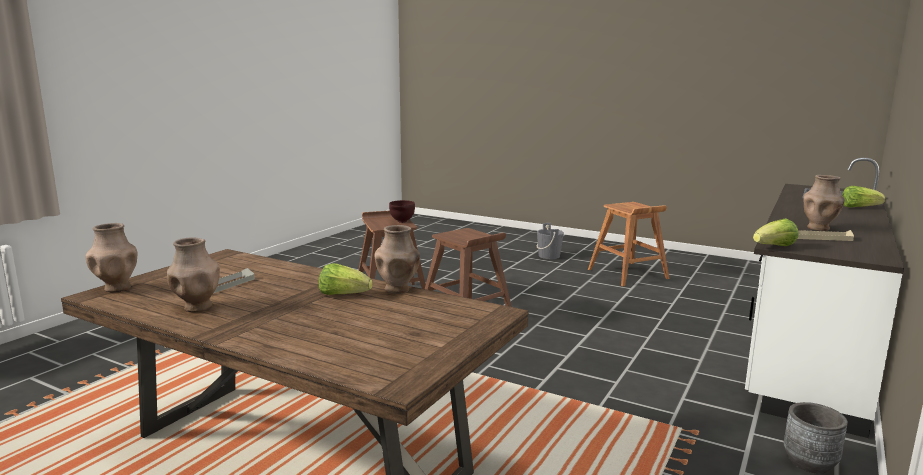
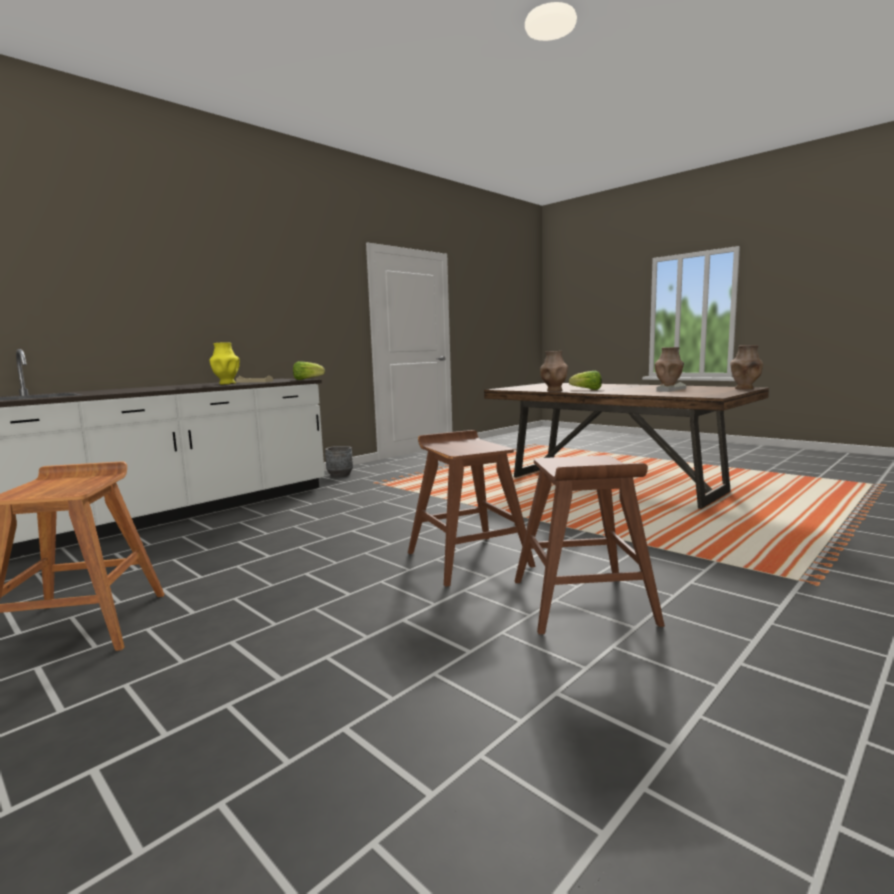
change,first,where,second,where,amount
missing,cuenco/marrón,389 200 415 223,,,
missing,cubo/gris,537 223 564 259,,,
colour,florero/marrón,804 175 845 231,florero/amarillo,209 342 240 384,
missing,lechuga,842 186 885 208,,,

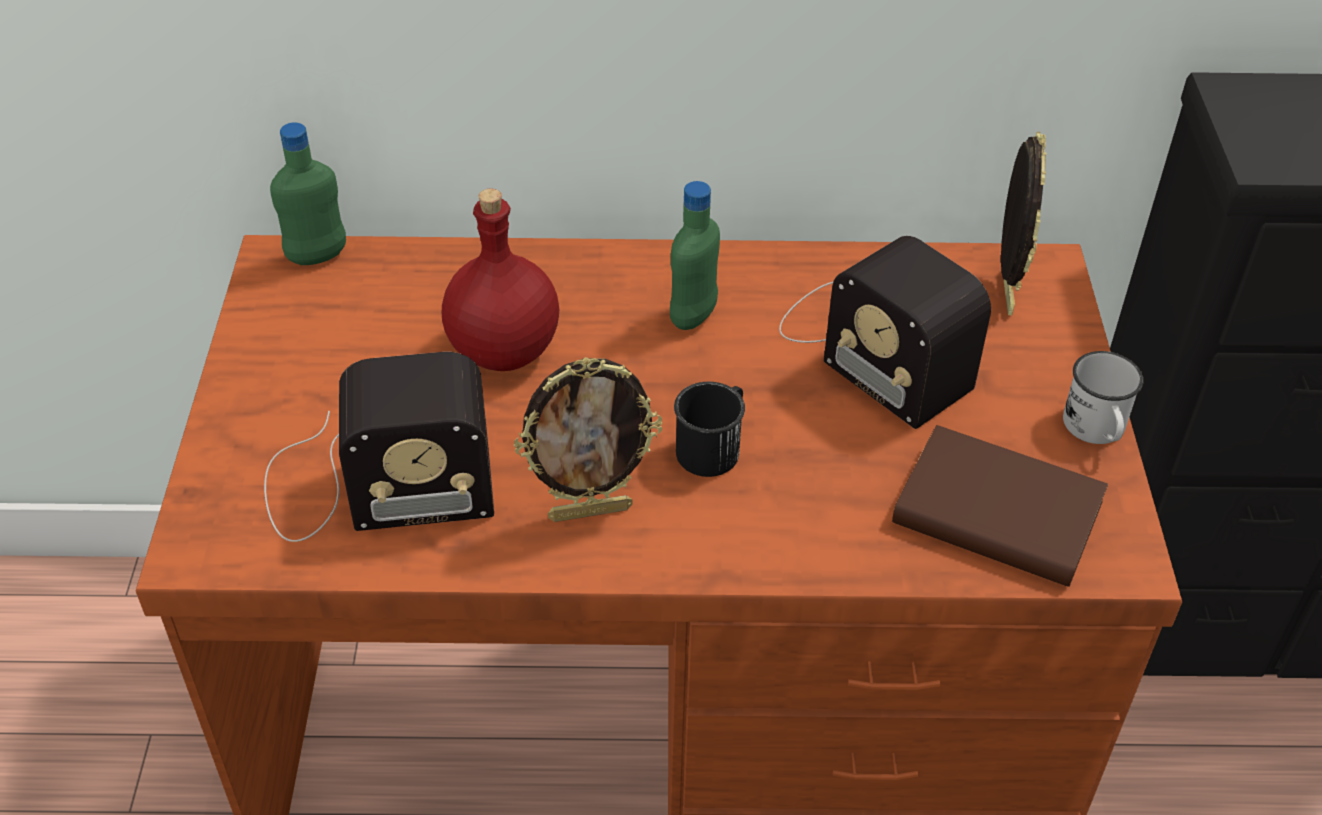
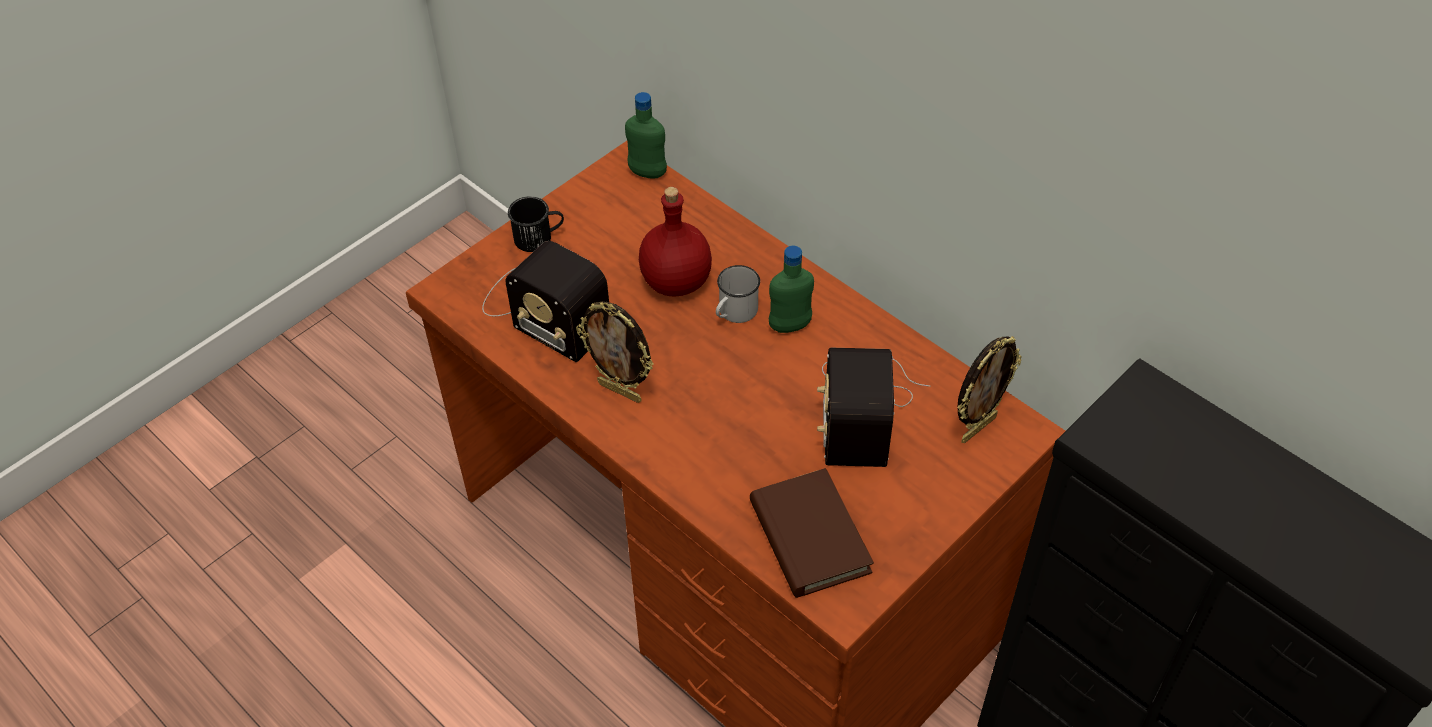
change,first,where,second,where,amount
relocated,taza grande/negro,674 382 745 477,,508 196 564 252,
relocated,taza grande/blanco,1063 351 1143 444,,716 265 760 323,

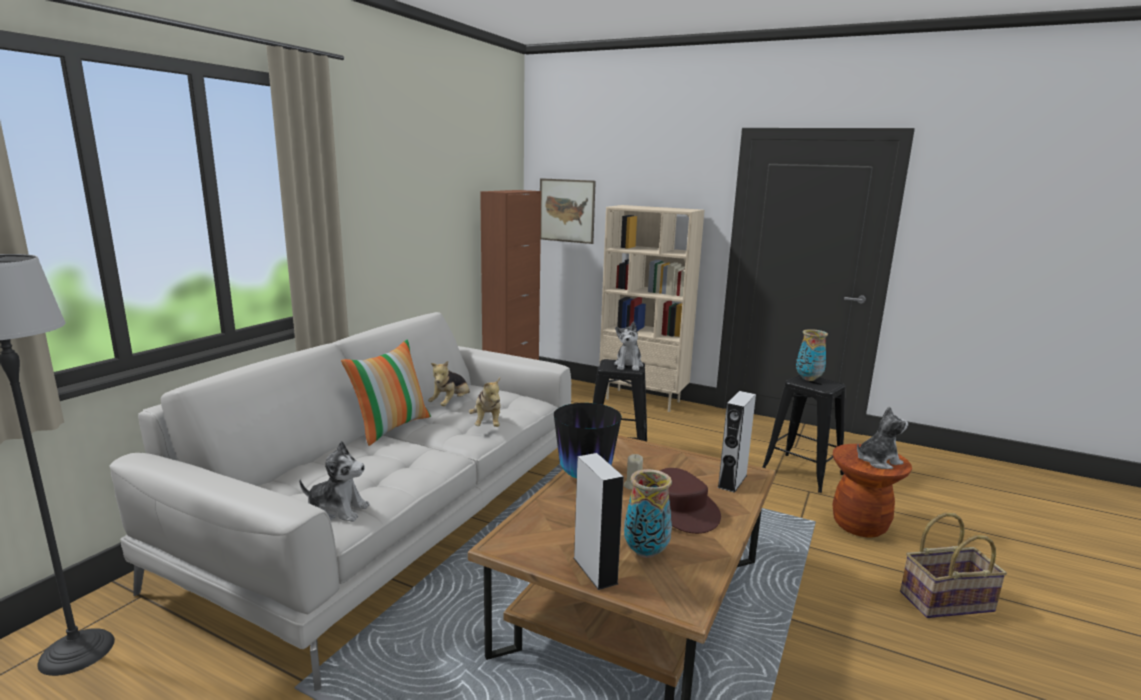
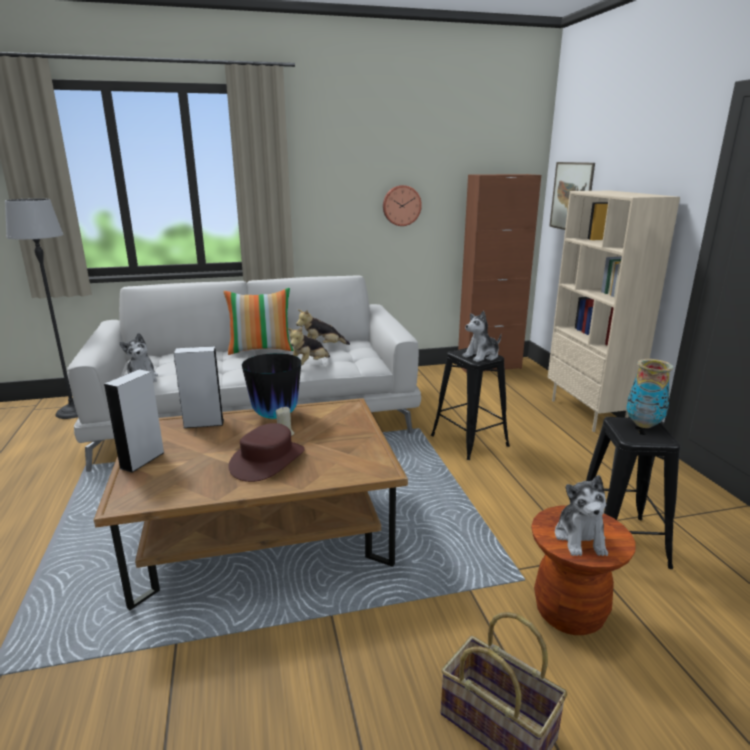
change,first,where,second,where,amount
missing,florero,624 469 672 558,,,
relocated,altavoz/gris,718 391 756 493,,174 346 224 428,
spun,peluche,857 406 908 469,,555 475 608 556,60 degrees clockwise
appeared,,,reloj de pared,383 185 422 226,

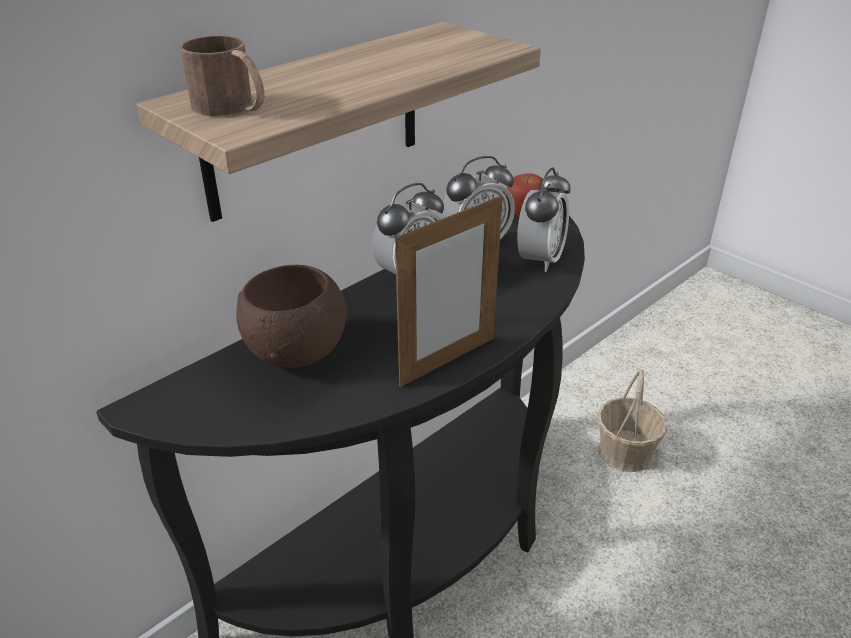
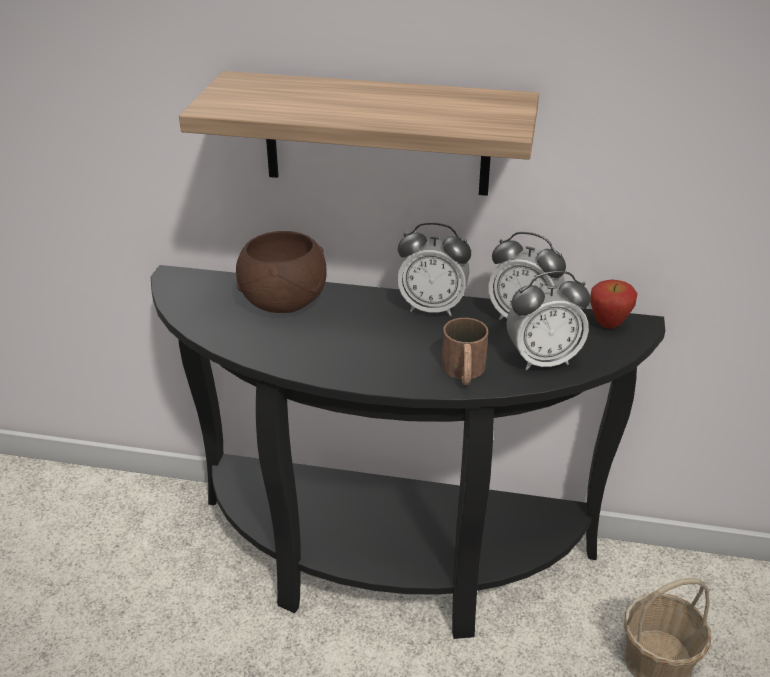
change,first,where,second,where,amount
relocated,taza grande/marrón,180 36 265 116,,442 318 488 385,
missing,portarretratos,395 195 503 387,,,

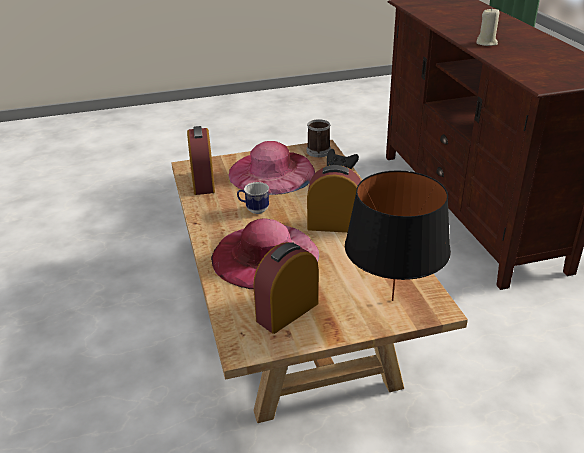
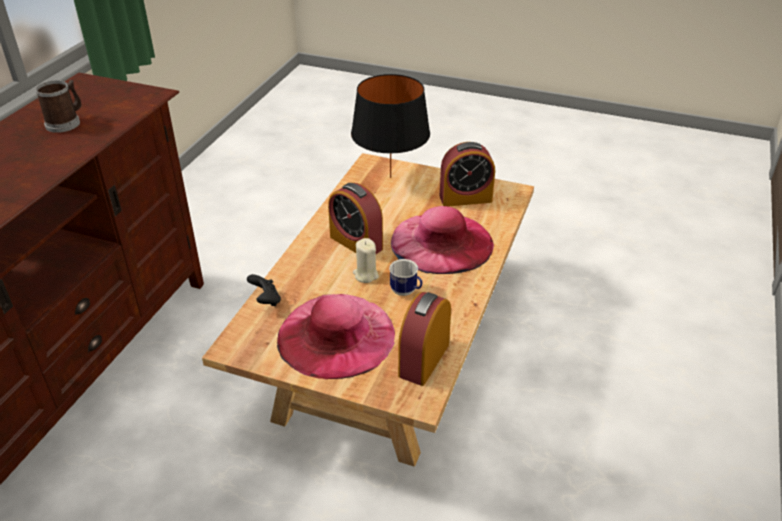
change,first,where,second,where,amount
relocated,taza grande,306 119 331 157,,35 80 81 133,
relocated,vela/beis,476 8 499 46,,353 238 379 283,

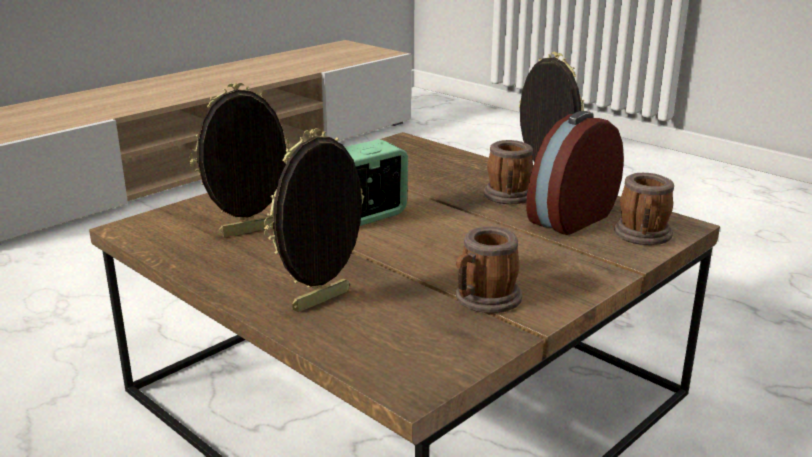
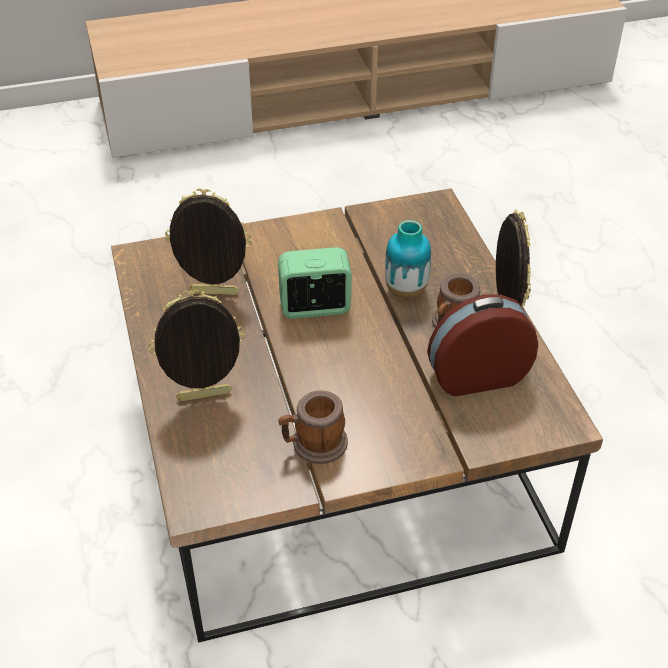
change,first,where,second,where,amount
missing,taza grande,614 173 674 245,,,
appeared,,,florero,385 220 431 298,

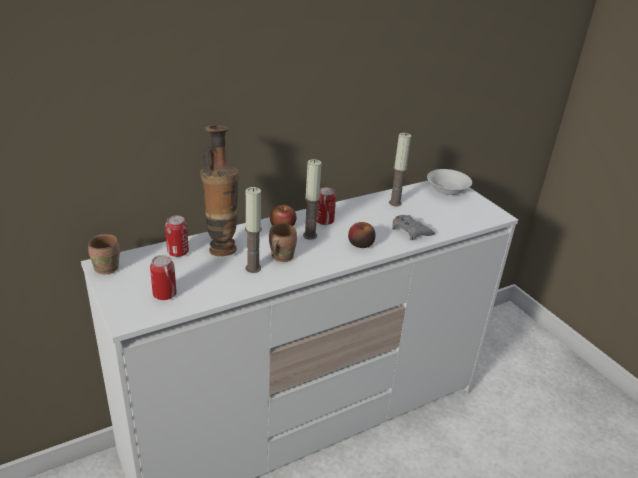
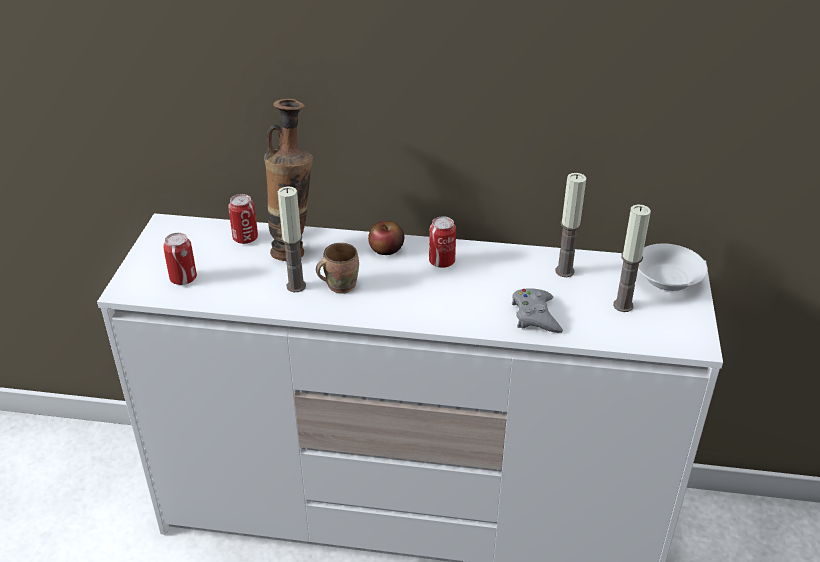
change,first,where,second,where,amount
missing,taza grande/marrón,88 234 120 274,,,
relocated,vela,303 159 322 240,,613 204 651 312,
missing,manzana,348 222 375 248,,,

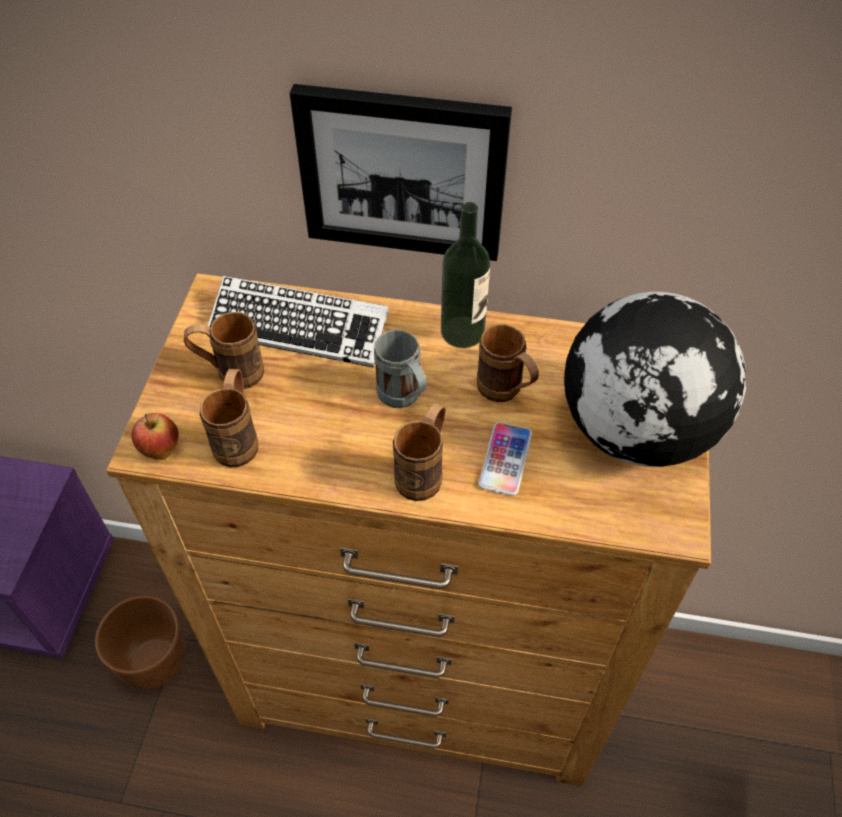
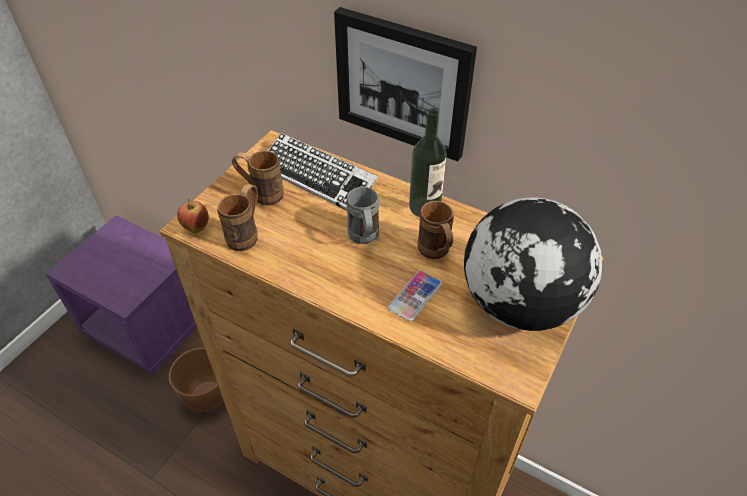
change,first,where,second,where,amount
missing,taza grande/marrón,393 403 446 501,,,

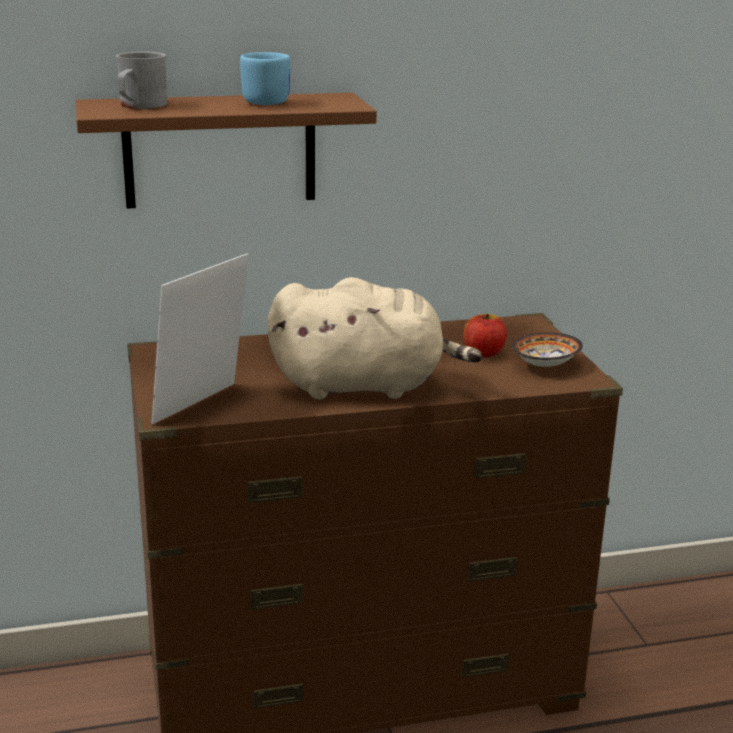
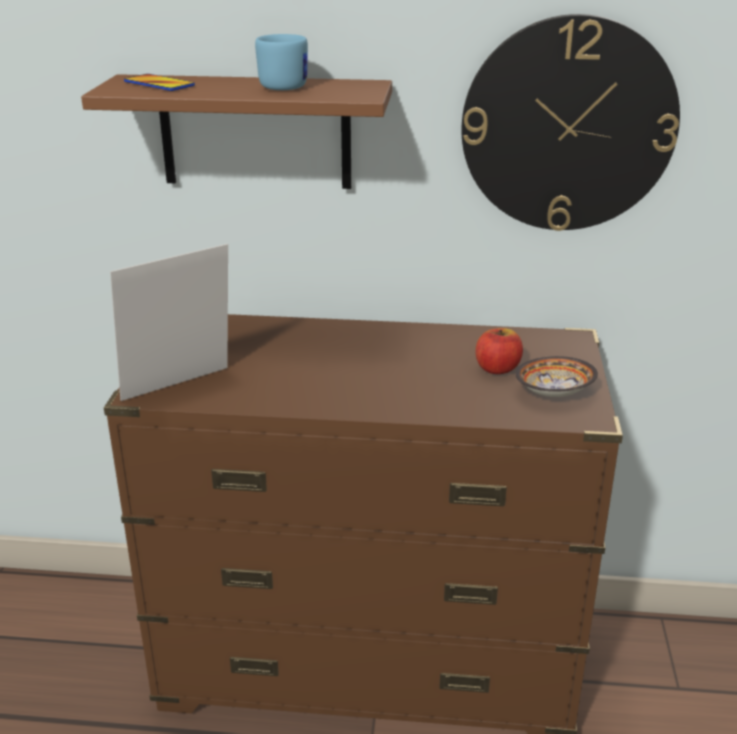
change,first,where,second,where,amount
exchanged,taza grande/gris,116 52 168 109,móvil,124 74 195 91,
missing,peluche/beis,267 277 483 400,,,
appeared,,,reloj de pared,462 14 680 231,

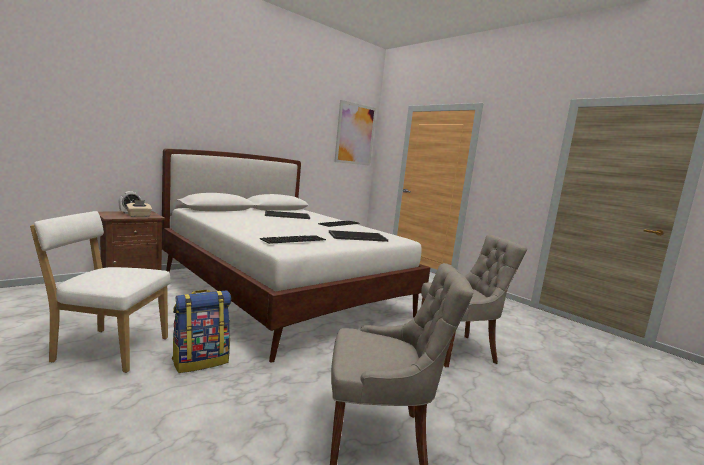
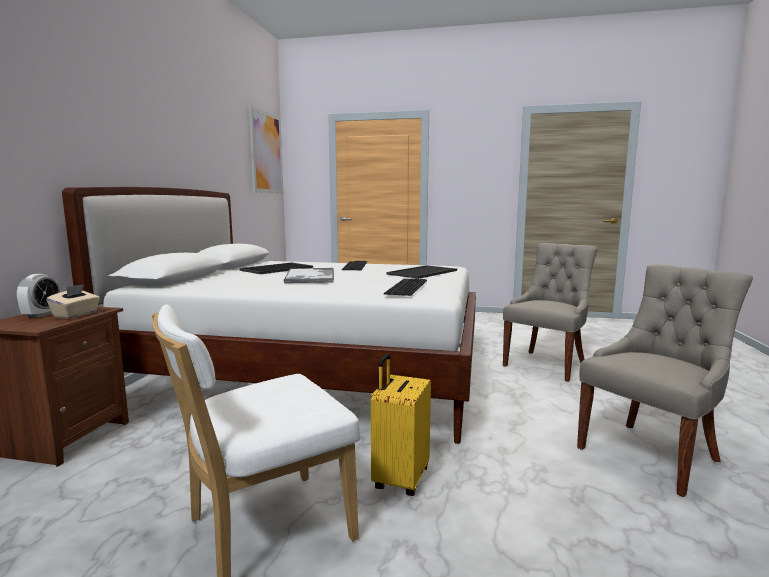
change,first,where,second,where,amount
exchanged,mochila,172 290 231 373,maleta/amarillo,371 353 431 496,
appeared,,,bandeja,284 268 334 283,

